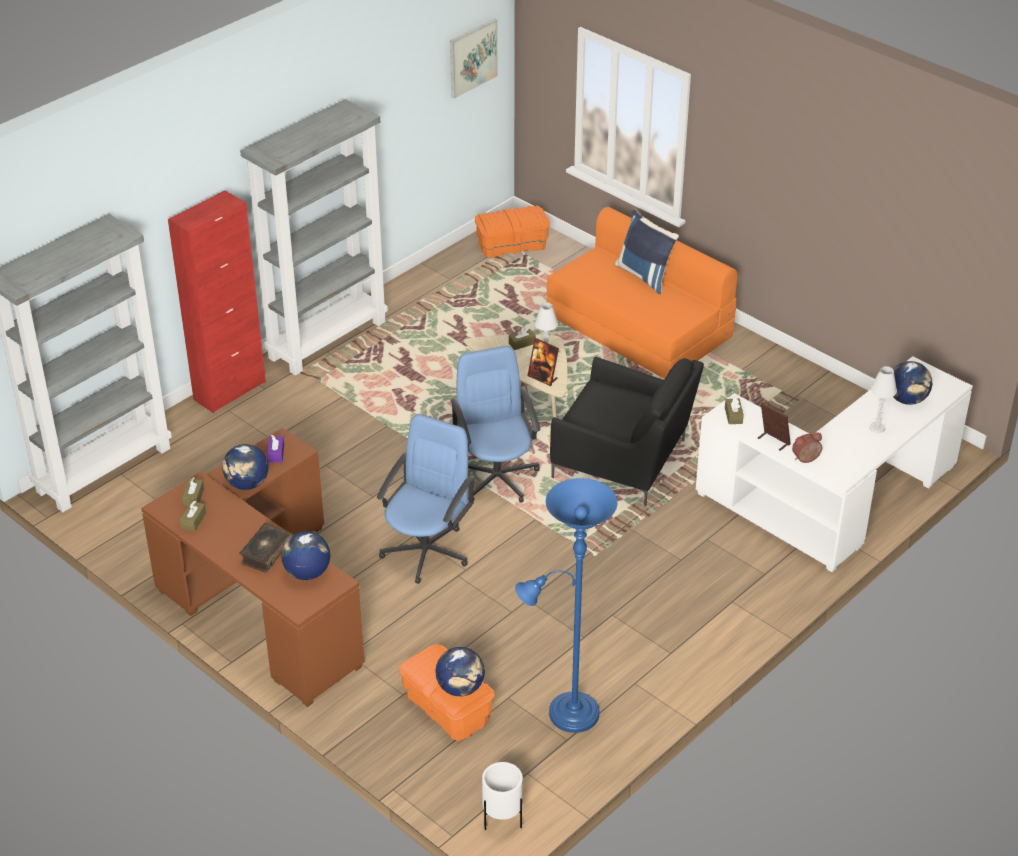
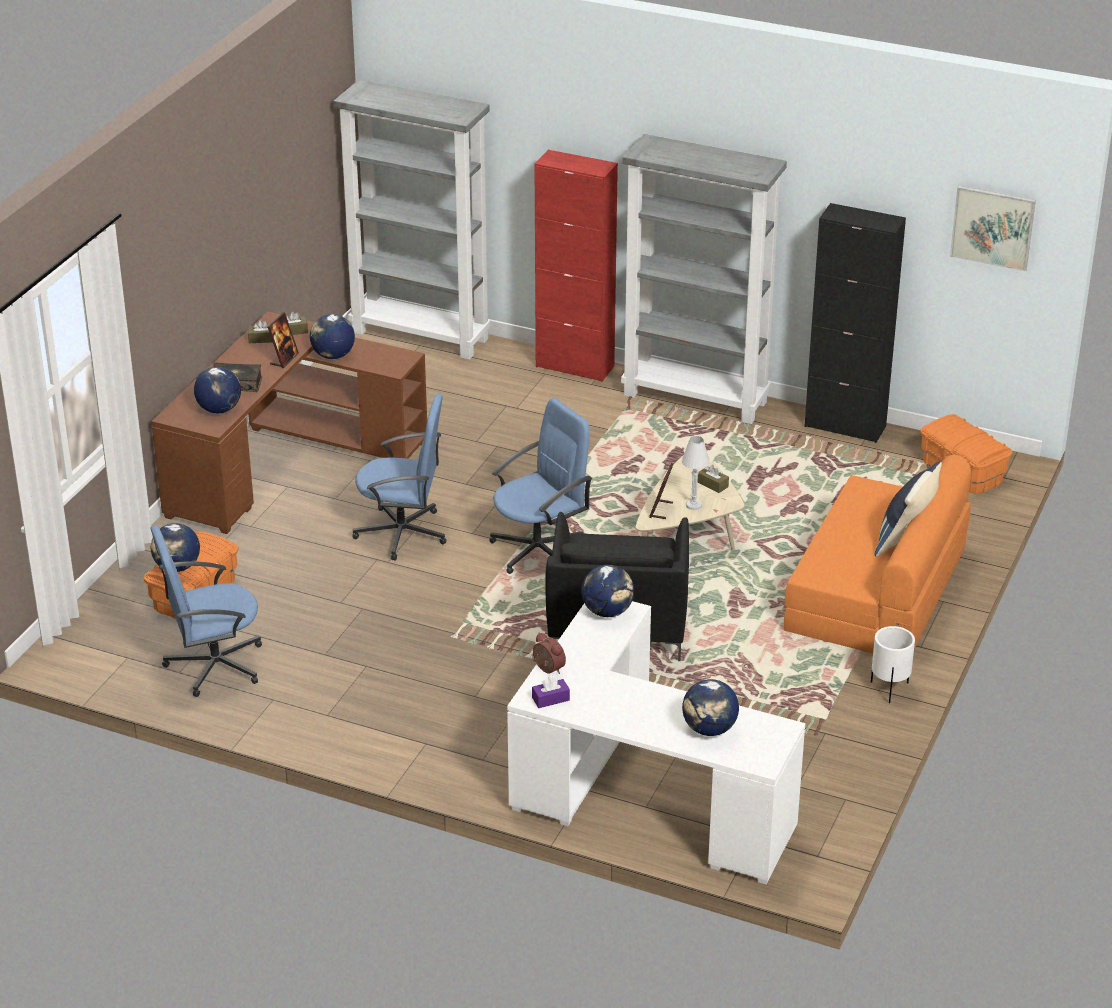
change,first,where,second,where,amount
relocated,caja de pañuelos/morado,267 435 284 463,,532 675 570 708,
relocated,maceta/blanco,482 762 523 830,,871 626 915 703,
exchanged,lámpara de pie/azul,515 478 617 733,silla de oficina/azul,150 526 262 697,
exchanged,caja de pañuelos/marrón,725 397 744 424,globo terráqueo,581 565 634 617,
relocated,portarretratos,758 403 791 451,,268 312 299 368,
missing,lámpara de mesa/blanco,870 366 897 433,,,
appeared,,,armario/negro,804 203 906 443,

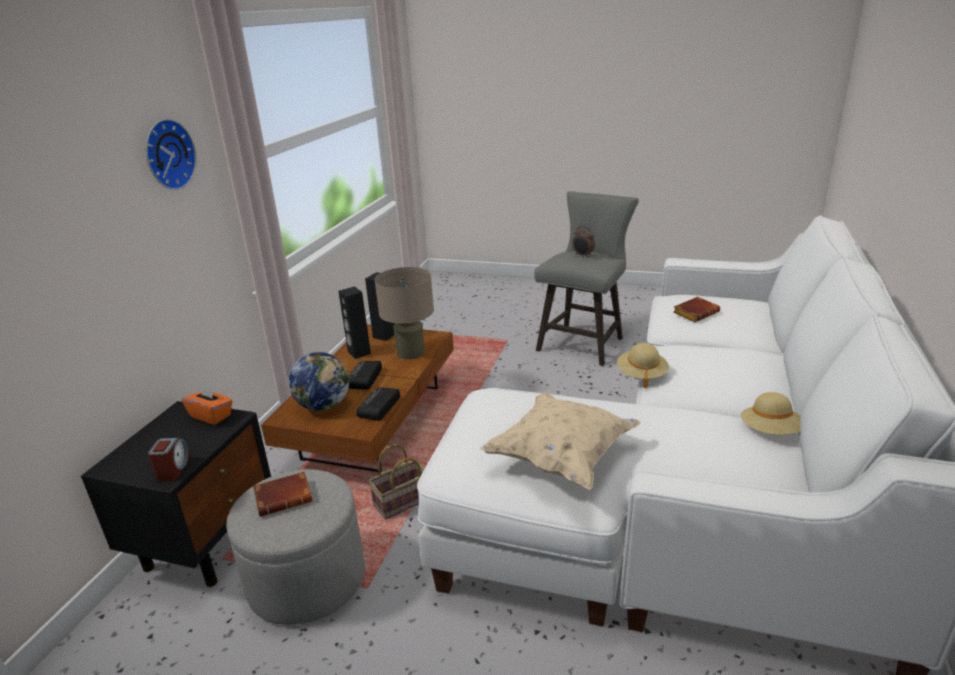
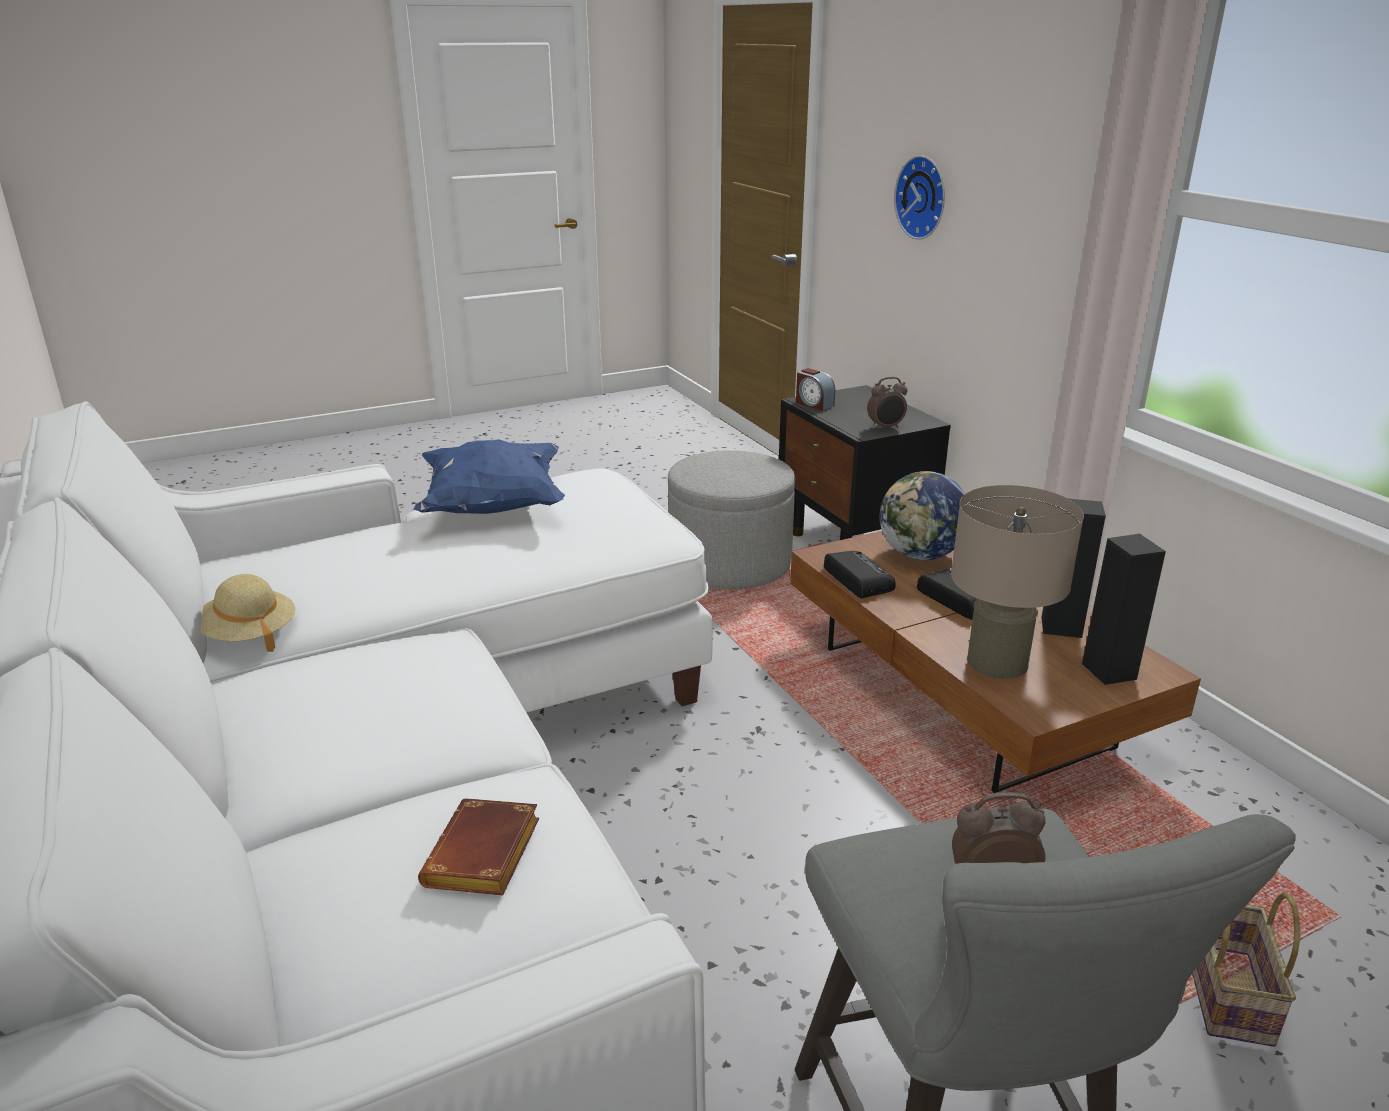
change,first,where,second,where,amount
relocated,reloj de pared,146 119 197 190,,894 155 945 240,
exchanged,caja de pañuelos/naranja,182 384 233 425,despertador,867 377 907 430,
missing,libro/marrón,253 471 312 517,,,
relocated,cesta,368 444 425 519,,1192 892 1300 1047,
colour,cojín/beis,480 393 641 489,cojín/azul,413 439 565 514,
missing,sombrero/beis,617 343 669 388,,,

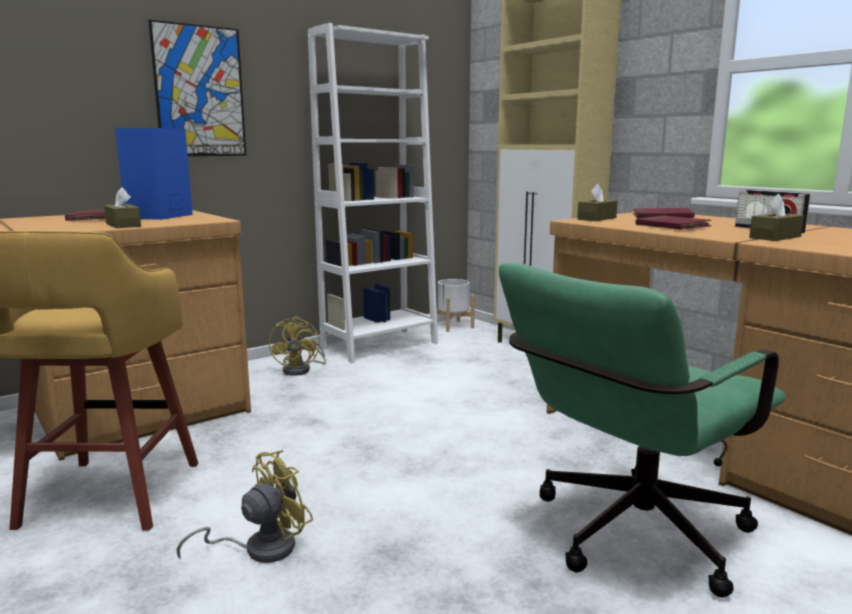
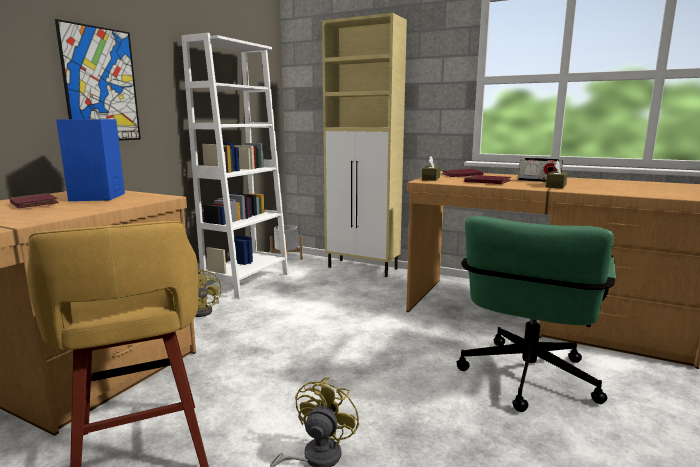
change,first,where,second,where,amount
missing,caja de pañuelos/marrón,104 187 141 228,,,

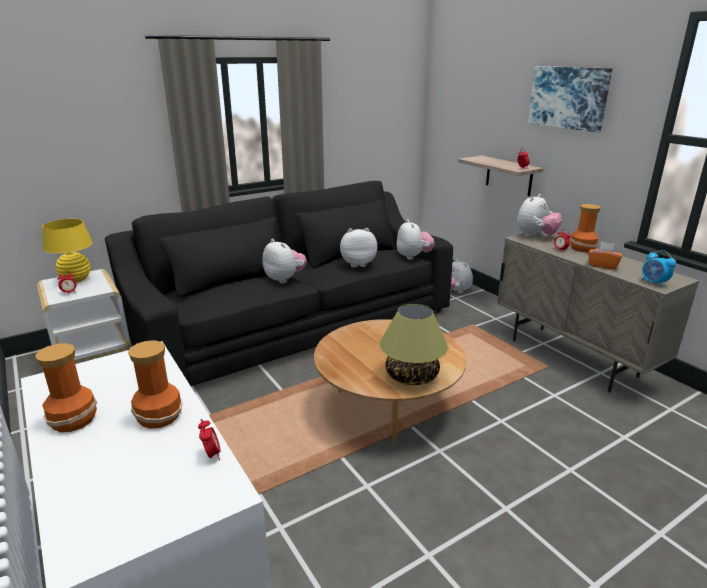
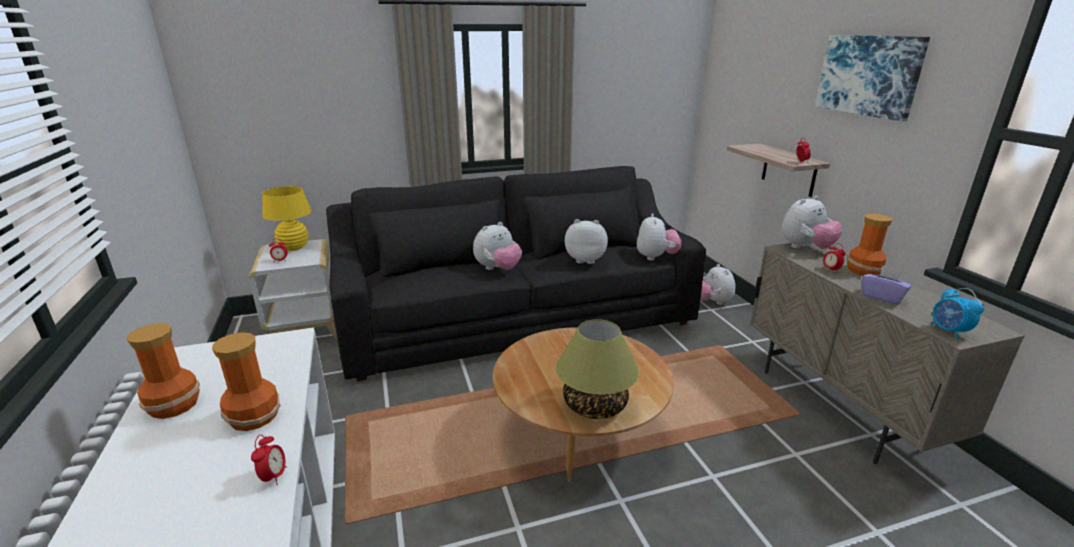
change,first,where,second,where,amount
spun,peluche,262 239 307 284,,473 222 522 270,75 degrees clockwise
colour,caja de pañuelos/naranja,588 242 622 270,caja de pañuelos/morado,862 266 912 305,

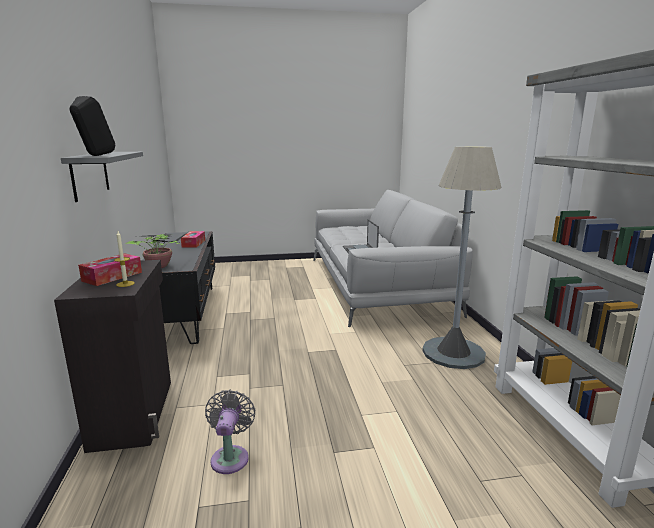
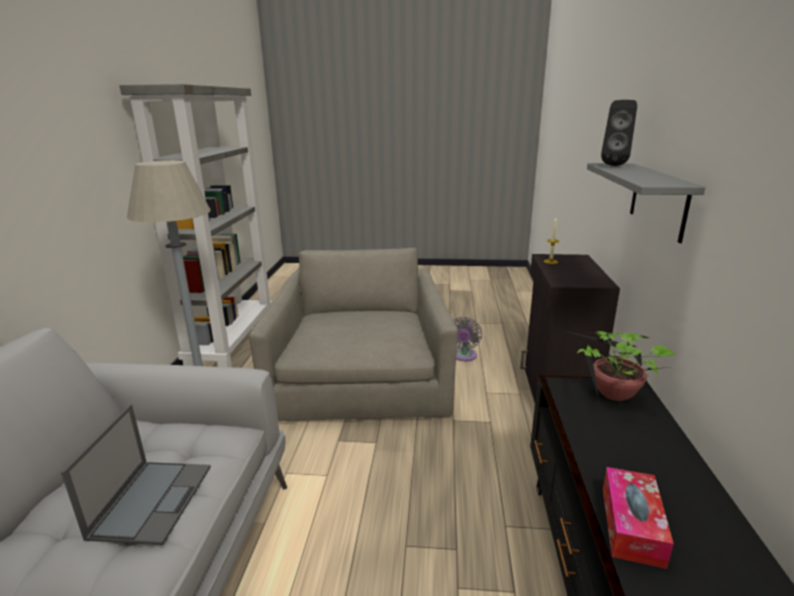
change,first,where,second,where,amount
missing,caja de pañuelos,78 253 142 286,,,
appeared,,,sillón/gris,249 248 458 421,

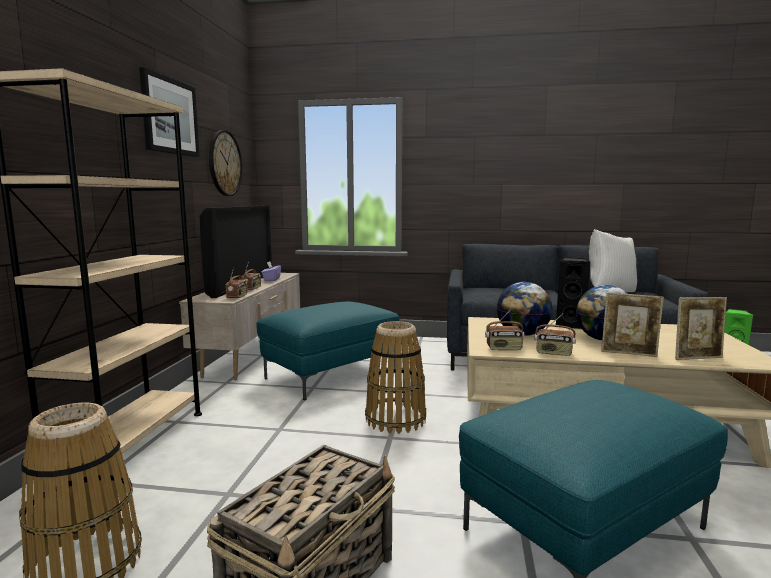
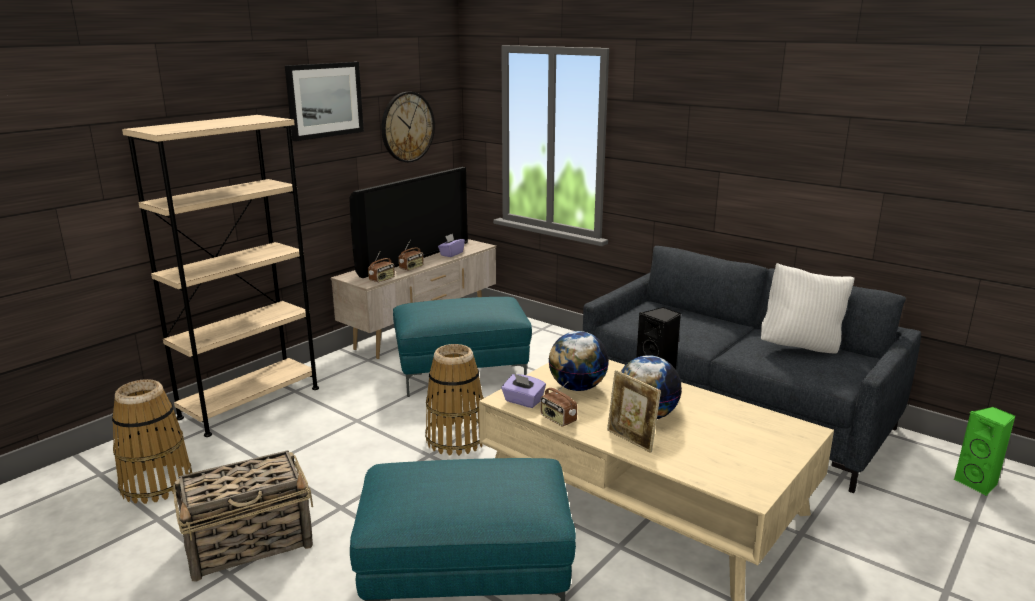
change,first,where,second,where,amount
exchanged,radio,485 309 524 350,caja de pañuelos/morado,501 373 546 408,
missing,portarretratos,675 297 727 360,,,

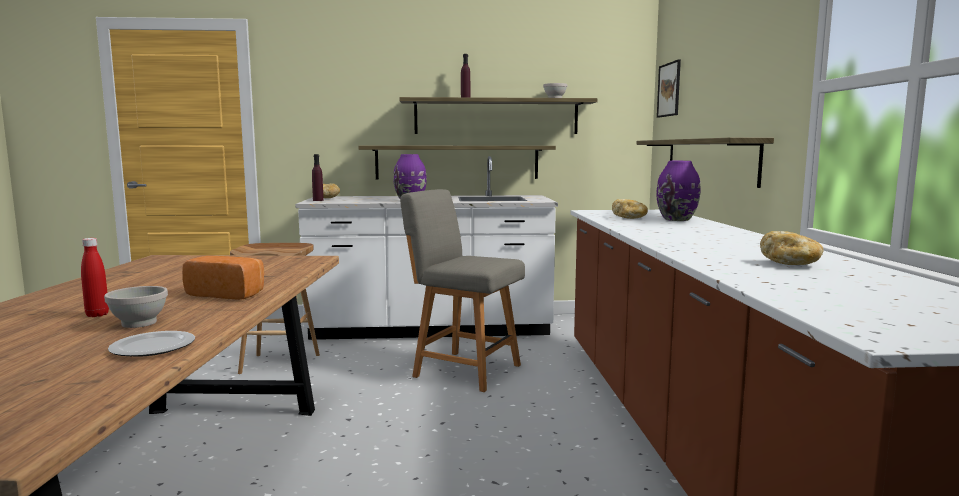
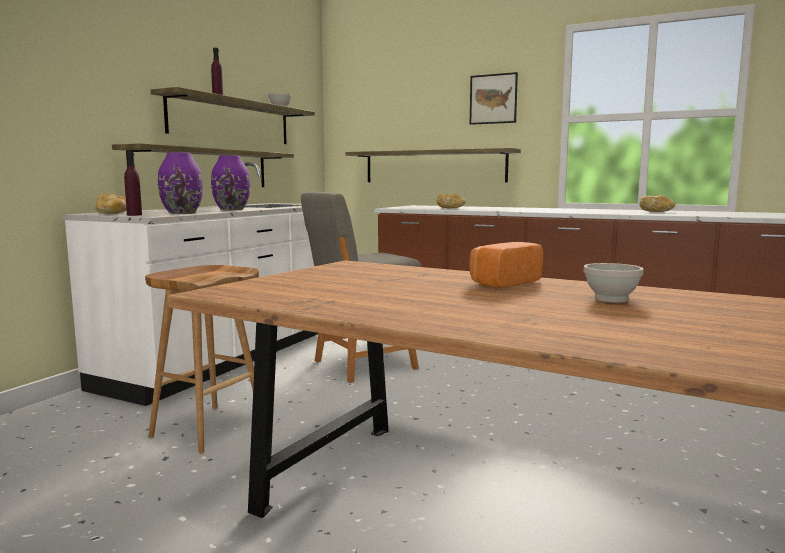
change,first,where,second,where,amount
missing,botella/rojo,81 238 109 317,,,
missing,plato,108 331 195 357,,,
relocated,florero/morado,656 161 701 221,,158 152 203 214,
relocated,cuadro,657 59 681 118,,470 72 518 125,

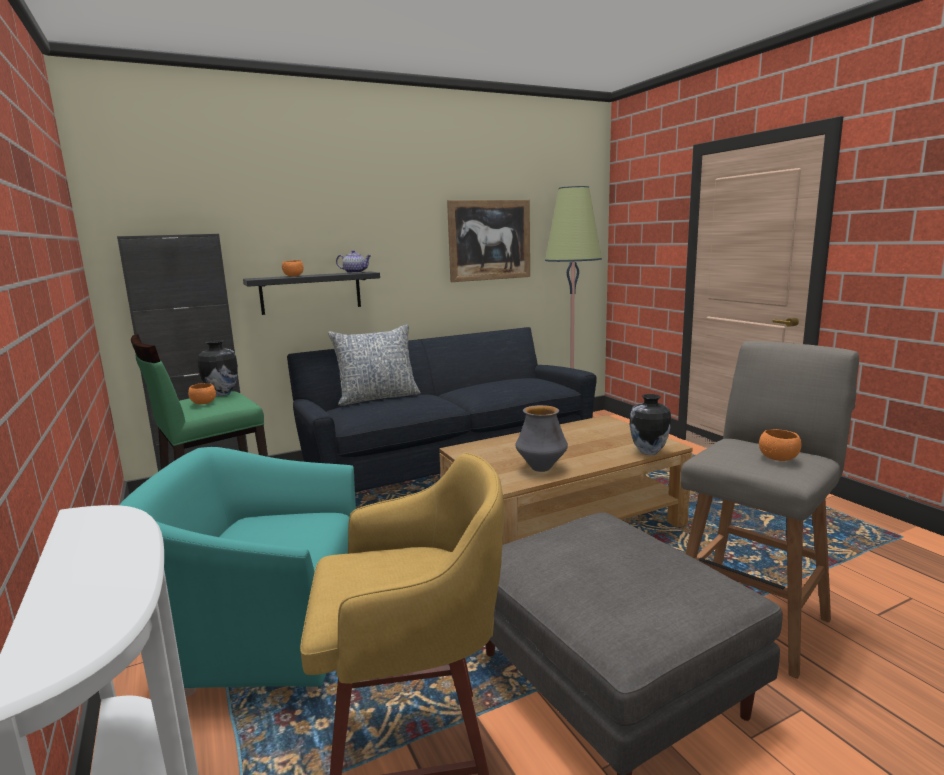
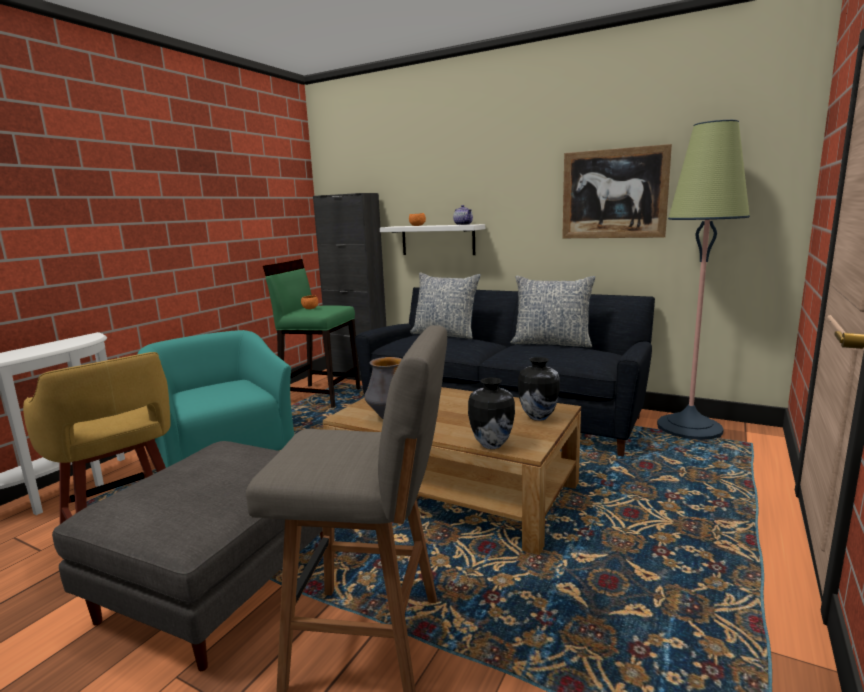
change,first,where,second,where,amount
relocated,florero,198 340 238 396,,518 357 560 421,
colour,estante/negro,243 271 380 315,estante/blanco,380 224 485 255,
missing,cuenco/naranja,759 429 801 461,,,
appeared,,,cojín,510 276 596 348,

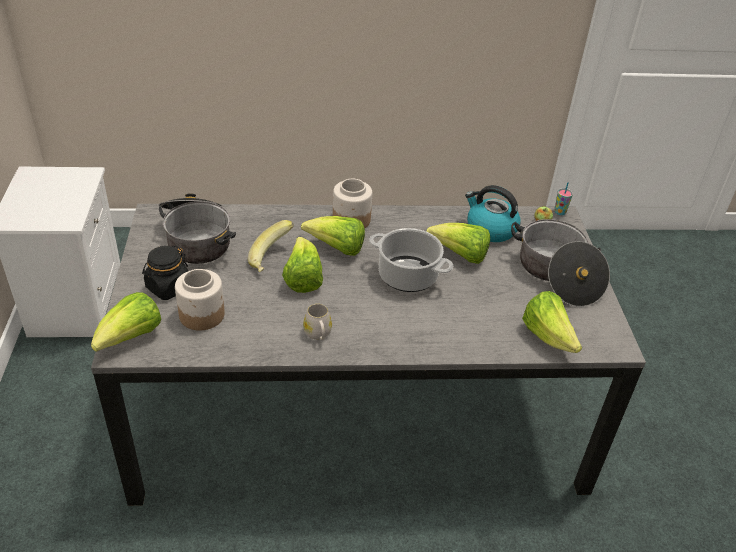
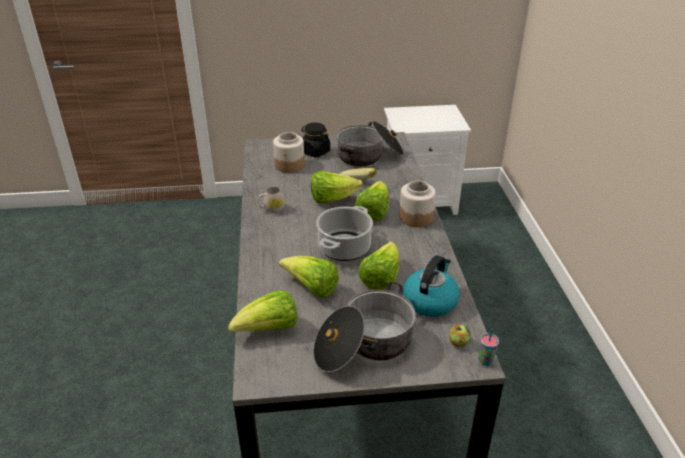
change,first,where,second,where,amount
relocated,lechuga,91 292 161 352,,279 256 339 298,

